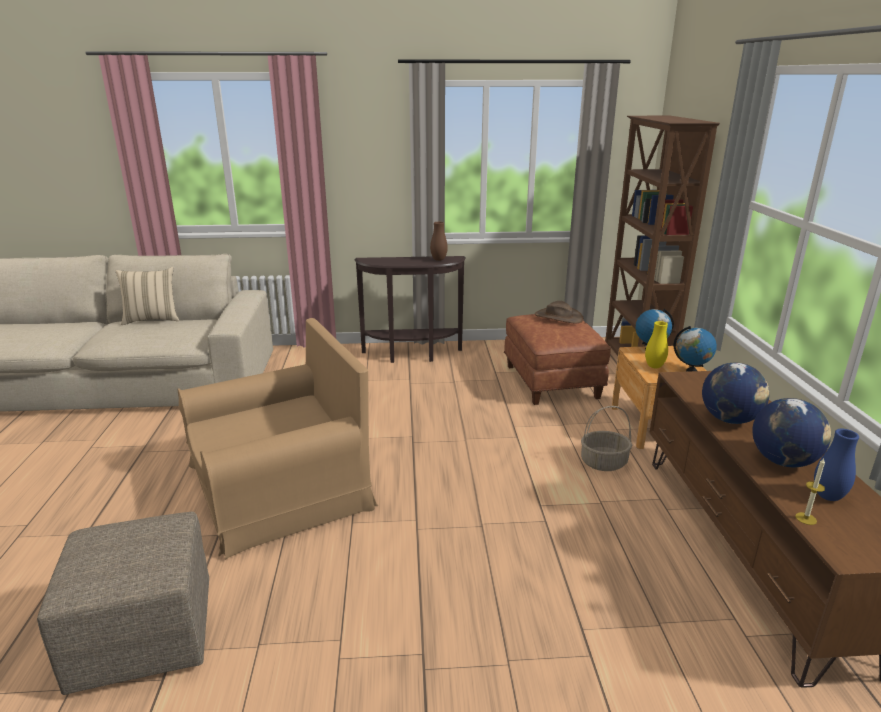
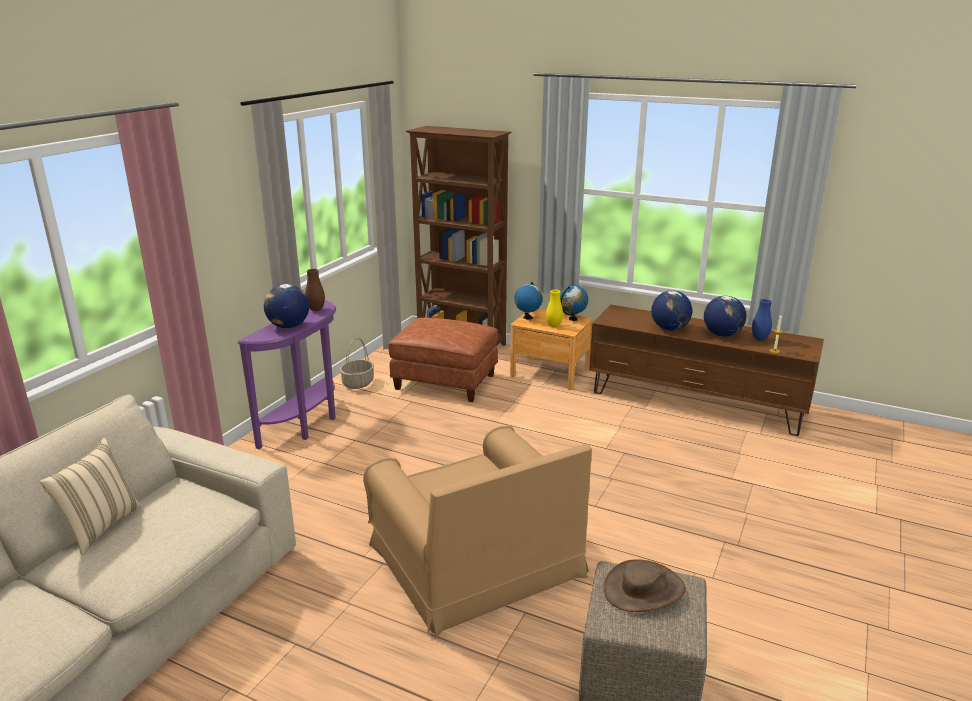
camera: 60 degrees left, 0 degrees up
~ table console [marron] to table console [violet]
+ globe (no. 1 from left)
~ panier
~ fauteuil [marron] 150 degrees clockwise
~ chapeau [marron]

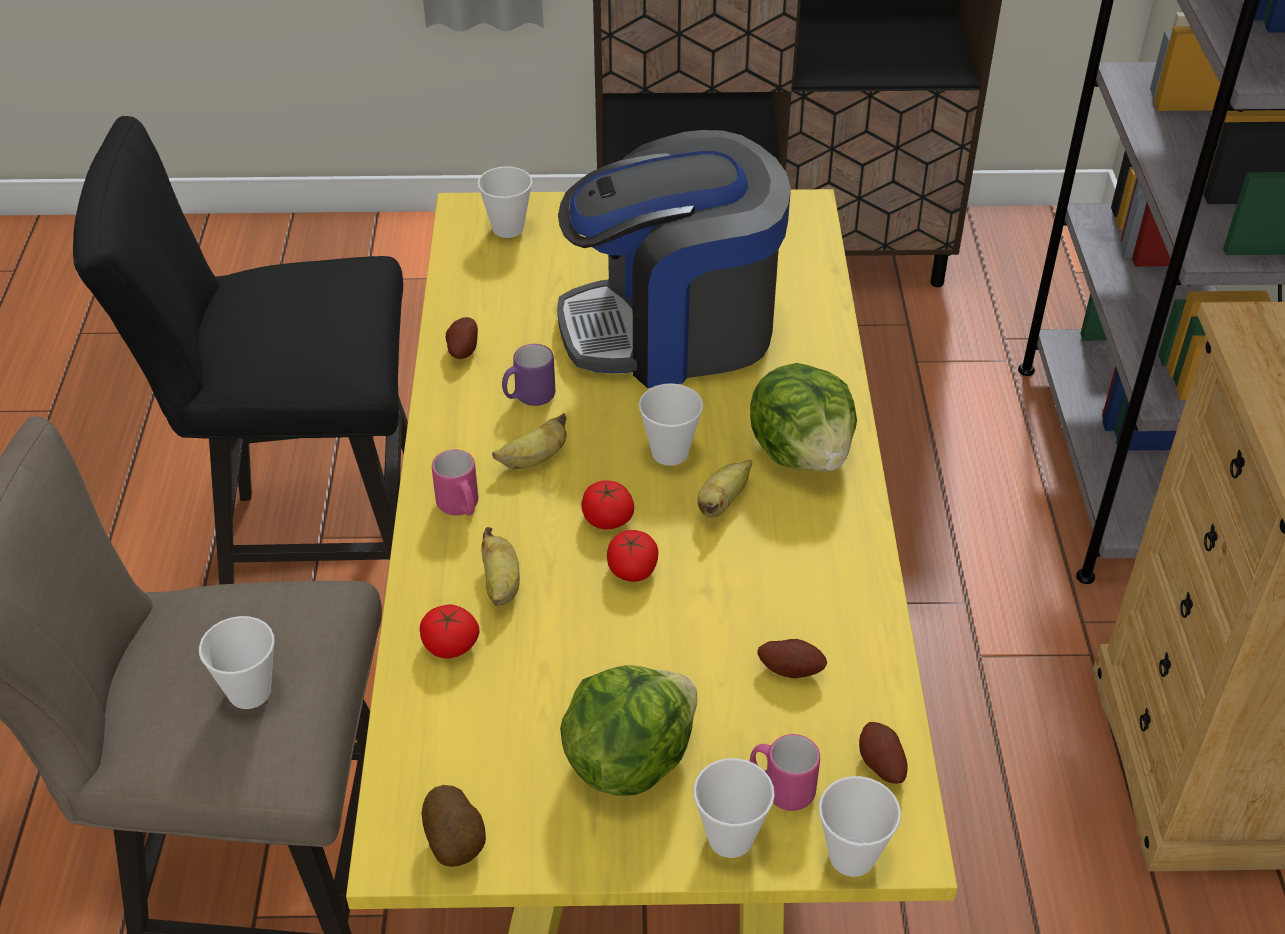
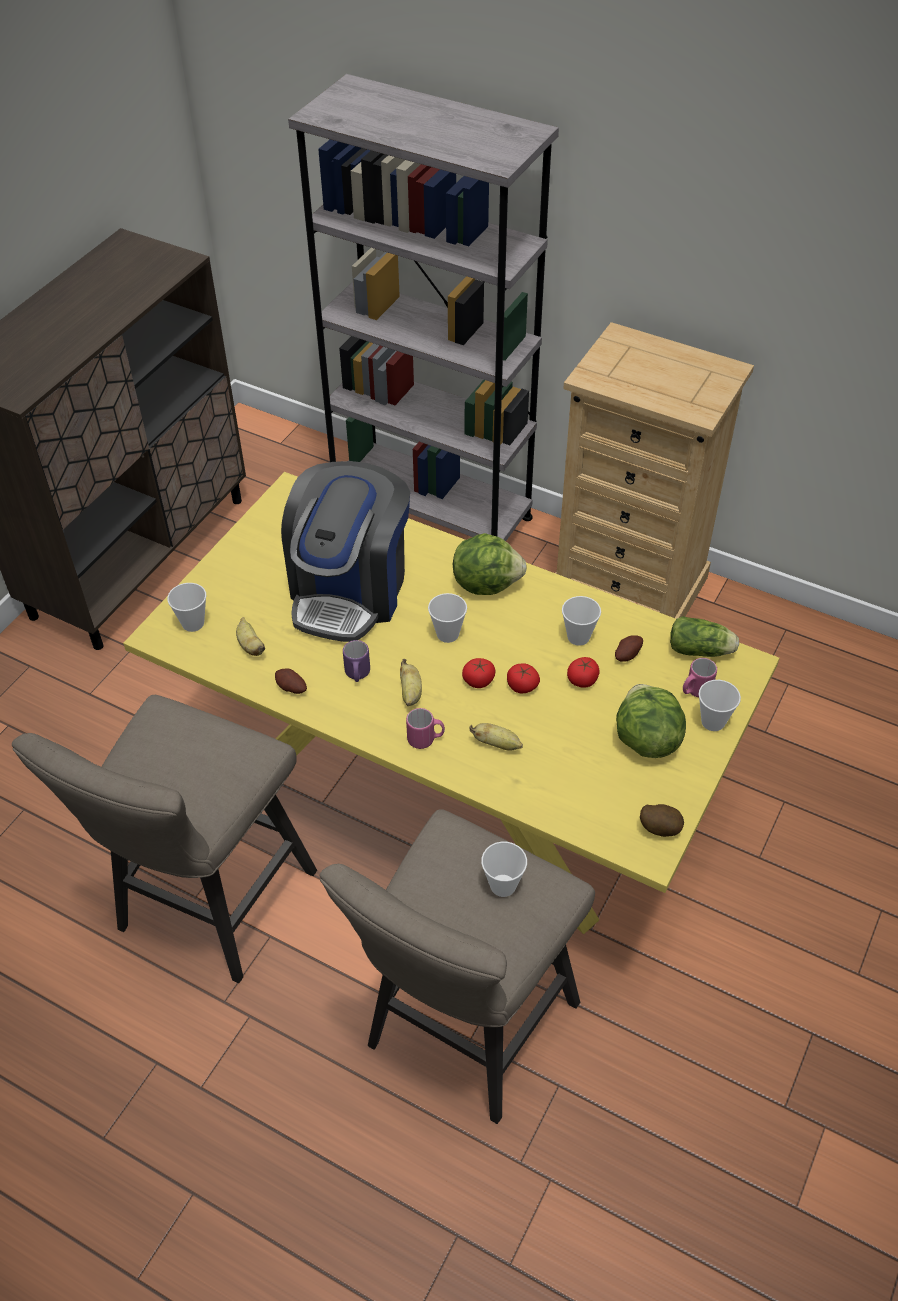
camera: 60 degrees left, 5 degrees up
~ tabouret [noir] to tabouret [beige] (no. 1 from left)
~ banane (no. 3 from left in the first image) to banane (no. 1 from left)
~ tasse (no. 5 from left in the first image) to tasse (no. 4 from left)
~ tomate (no. 1 from left in the first image) to tomate (no. 3 from left)
~ pomme de terre (no. 4 from left) to laitue (no. 3 from left)

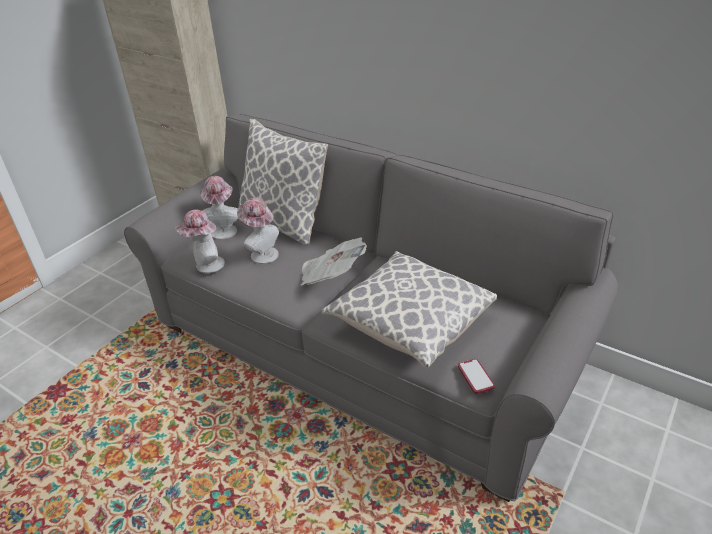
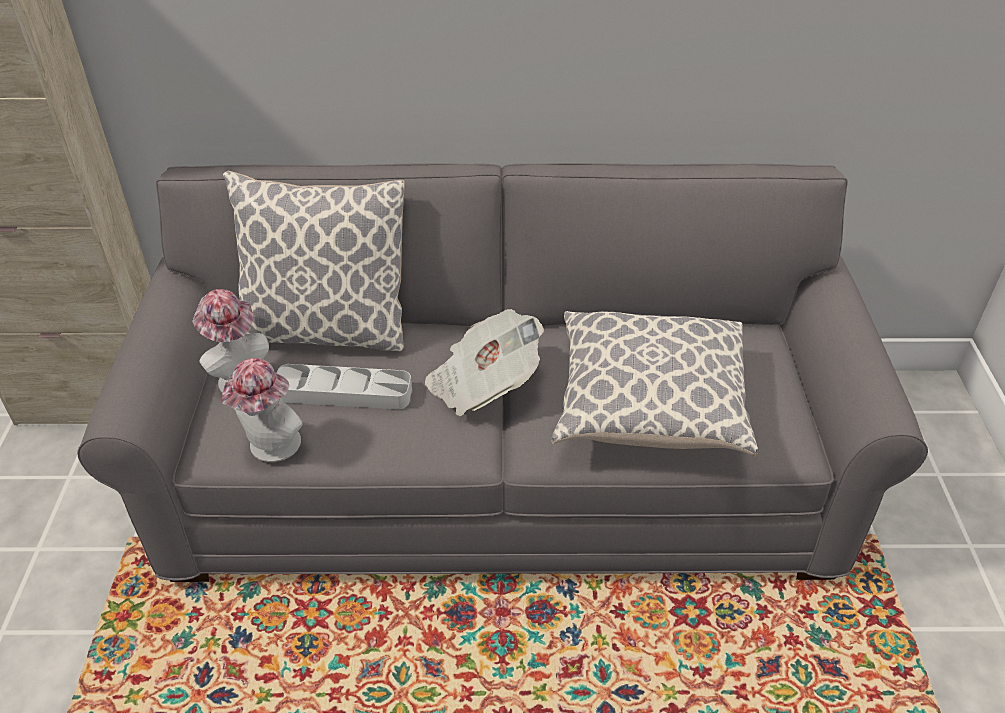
camera: 35 degrees left, 5 degrees up
~ chapeau (no. 3 from left) to plateau [gris]
- téléphone

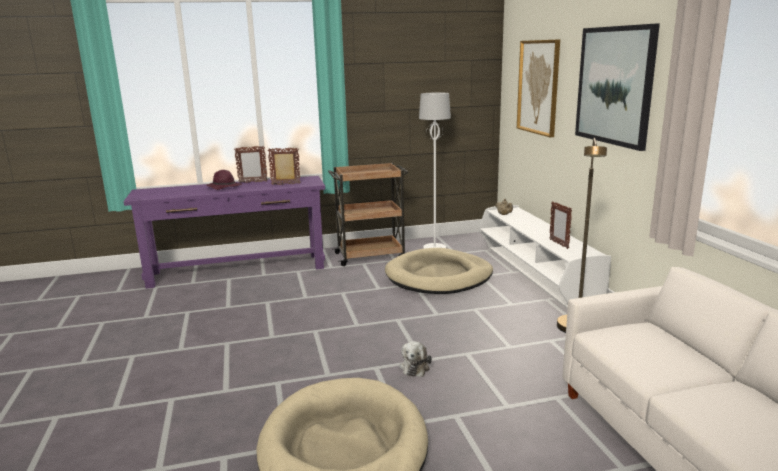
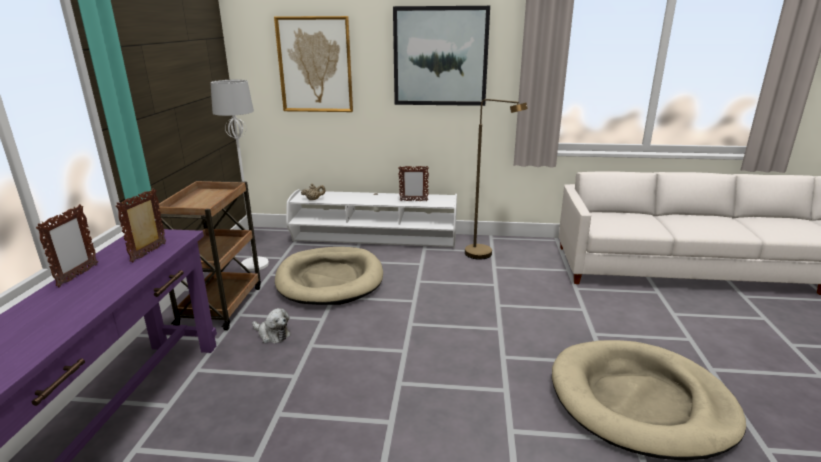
camera: 70 degrees left, 5 degrees up
~ peluche
- chapeau [violet]

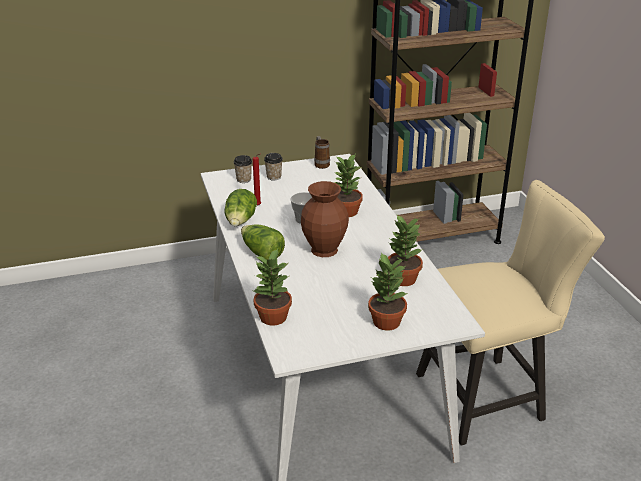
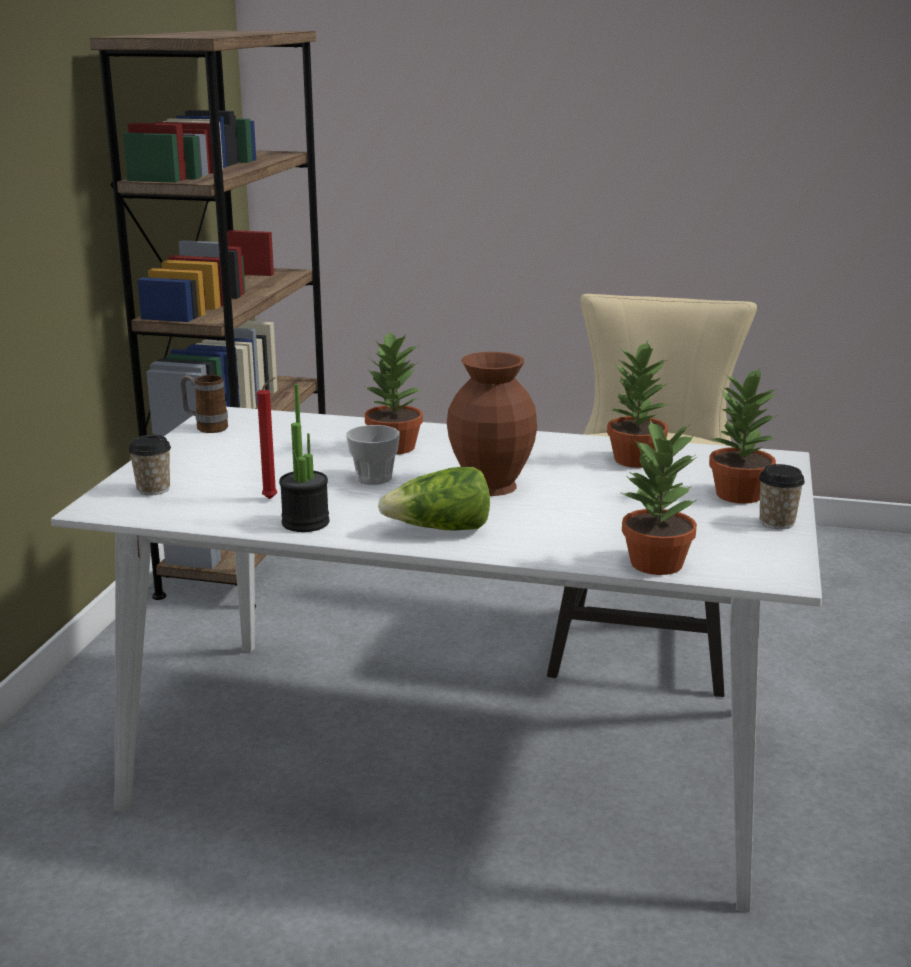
camera: 60 degrees left, 10 degrees down
~ laitue (no. 1 from left) to plante en pot (no. 1 from left)
~ tasse (no. 2 from left in the first image) to tasse (no. 3 from left)

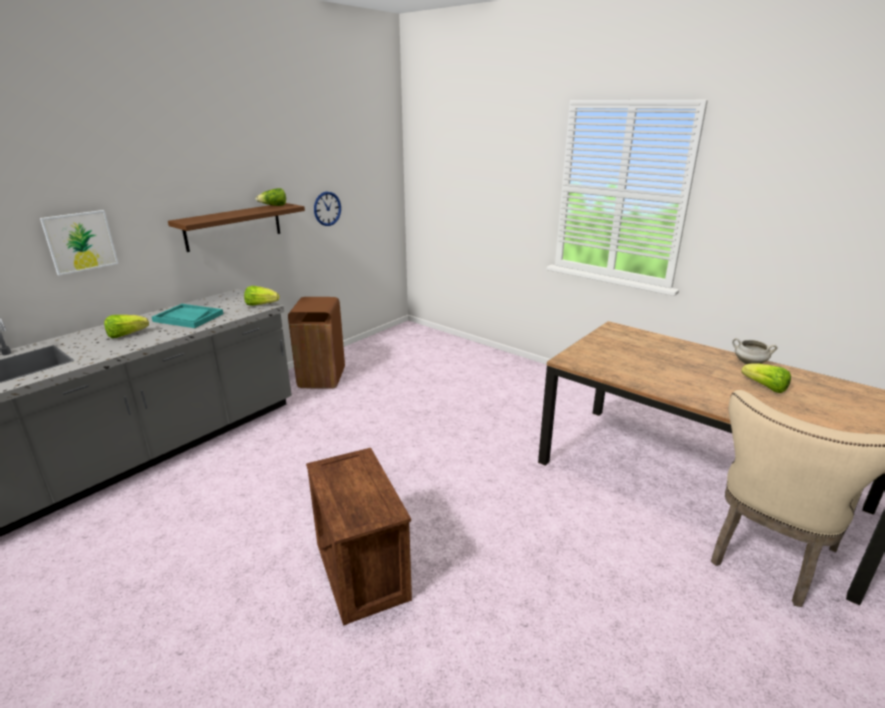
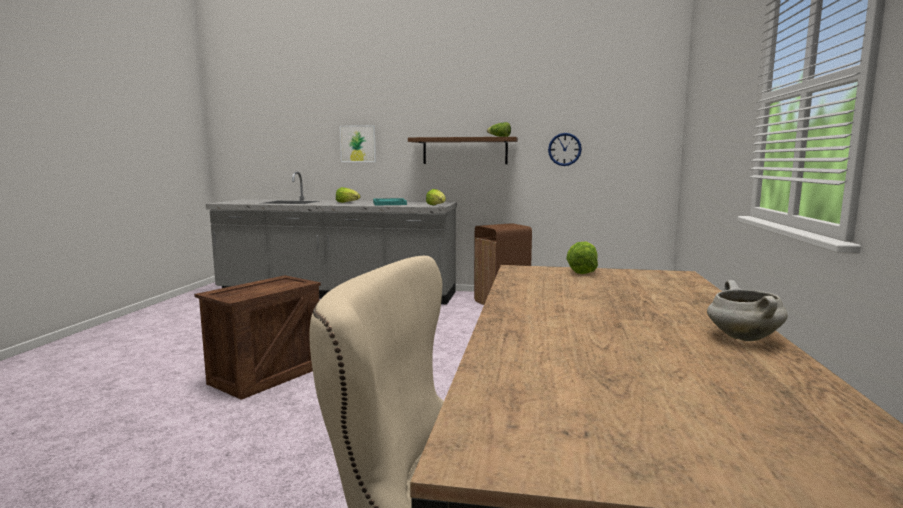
camera: 60 degrees right, 15 degrees down
~ laitue (no. 4 from left)

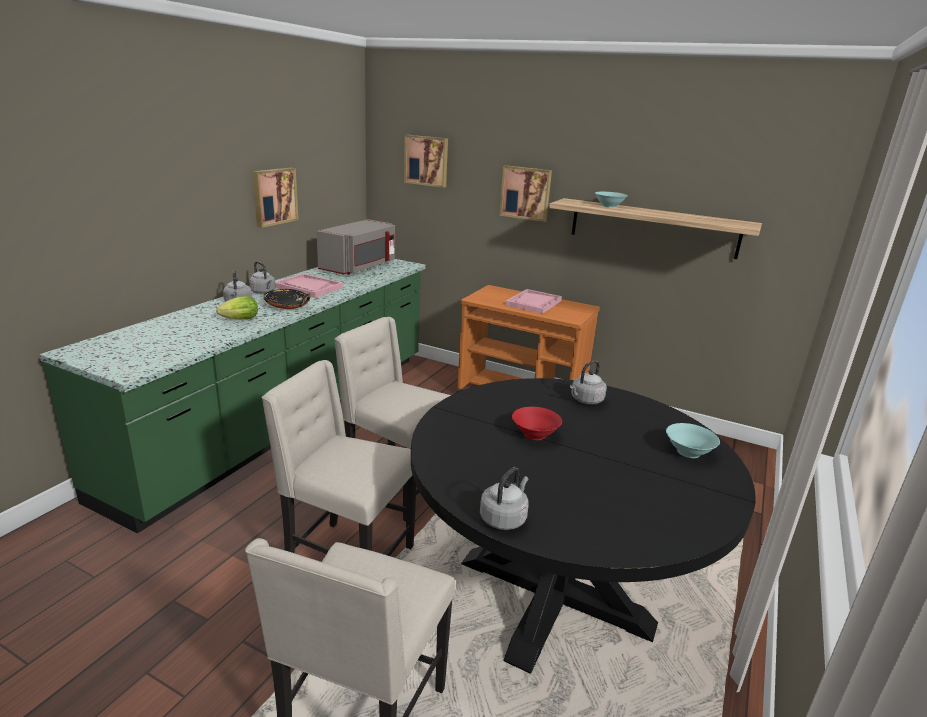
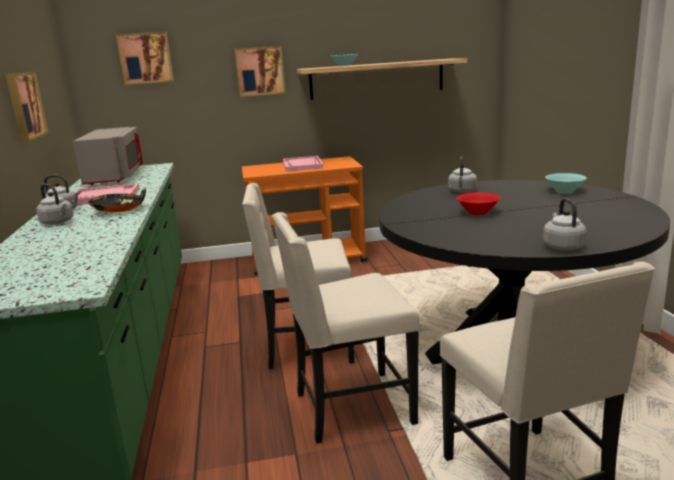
camera: 35 degrees left, 5 degrees down
- laitue

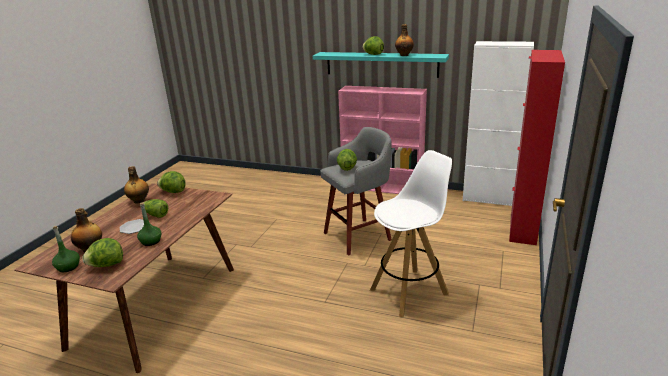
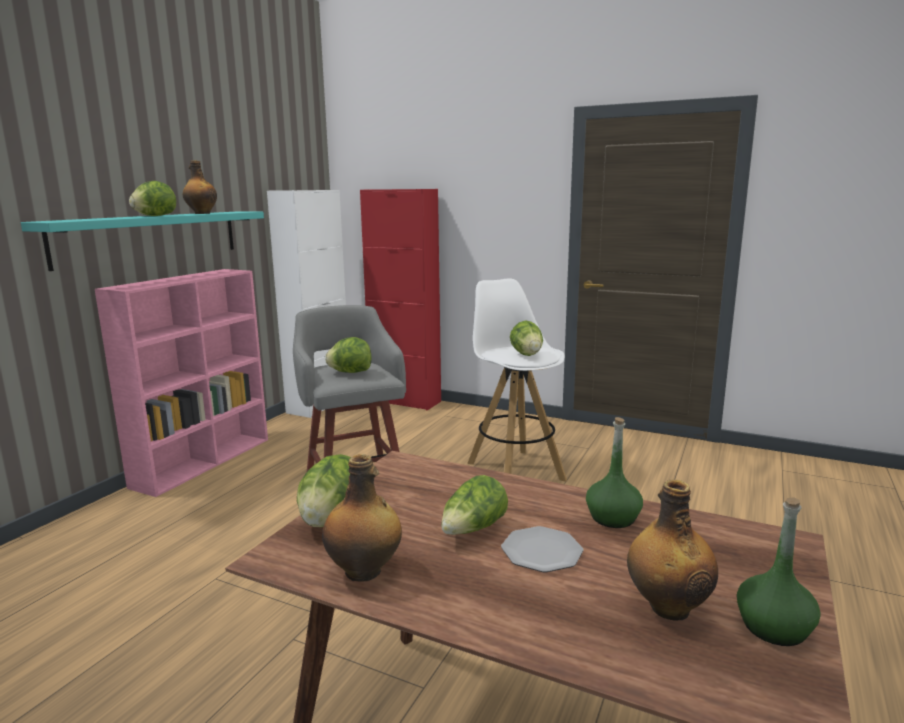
camera: 85 degrees left, 10 degrees down
~ laitue (no. 1 from left in the first image) to laitue (no. 5 from left)

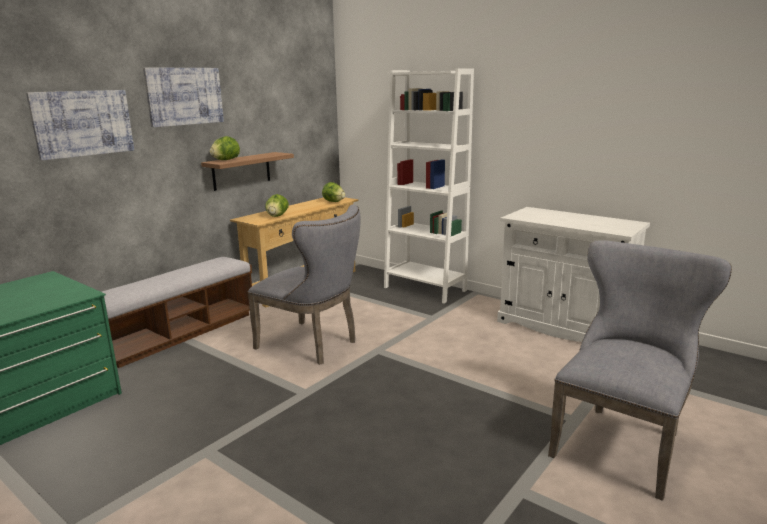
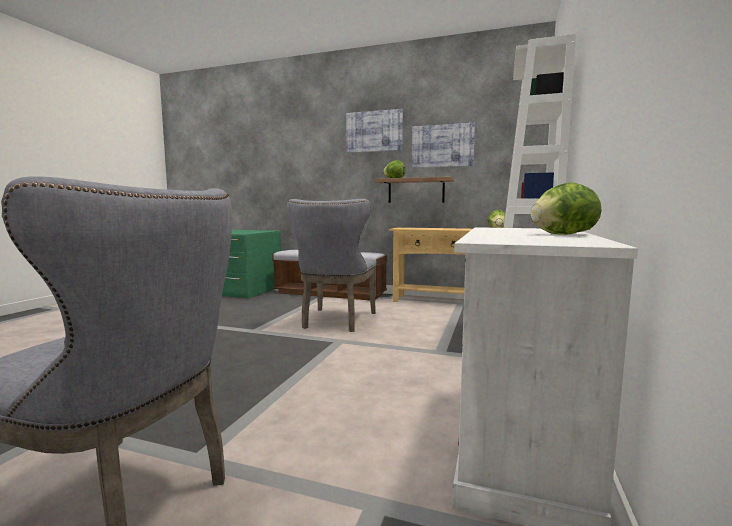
camera: 70 degrees right, 10 degrees down
~ tableau (no. 1 from left in the first image) to tableau (no. 2 from left)
~ laitue (no. 2 from left in the first image) to laitue (no. 3 from left)

